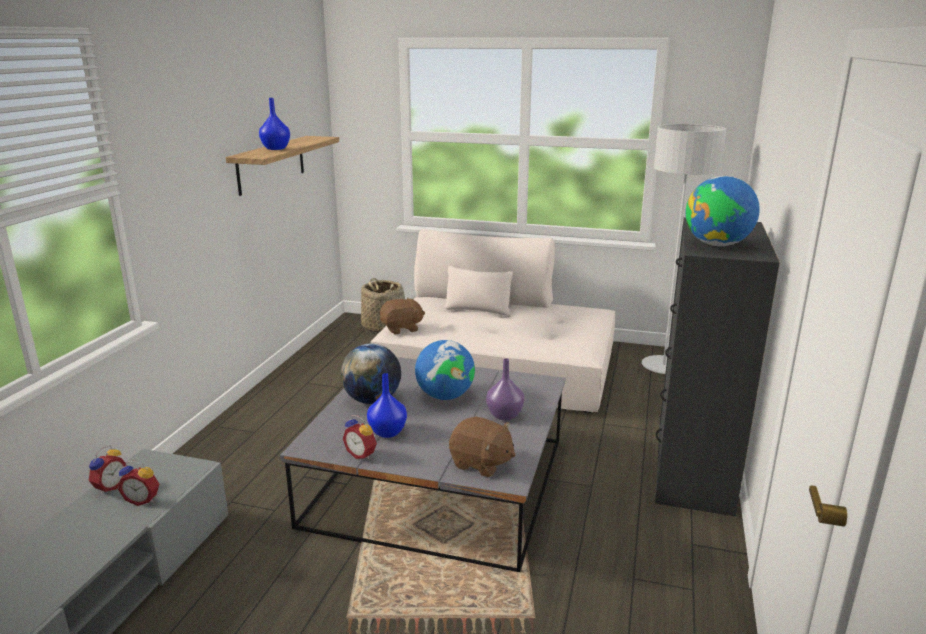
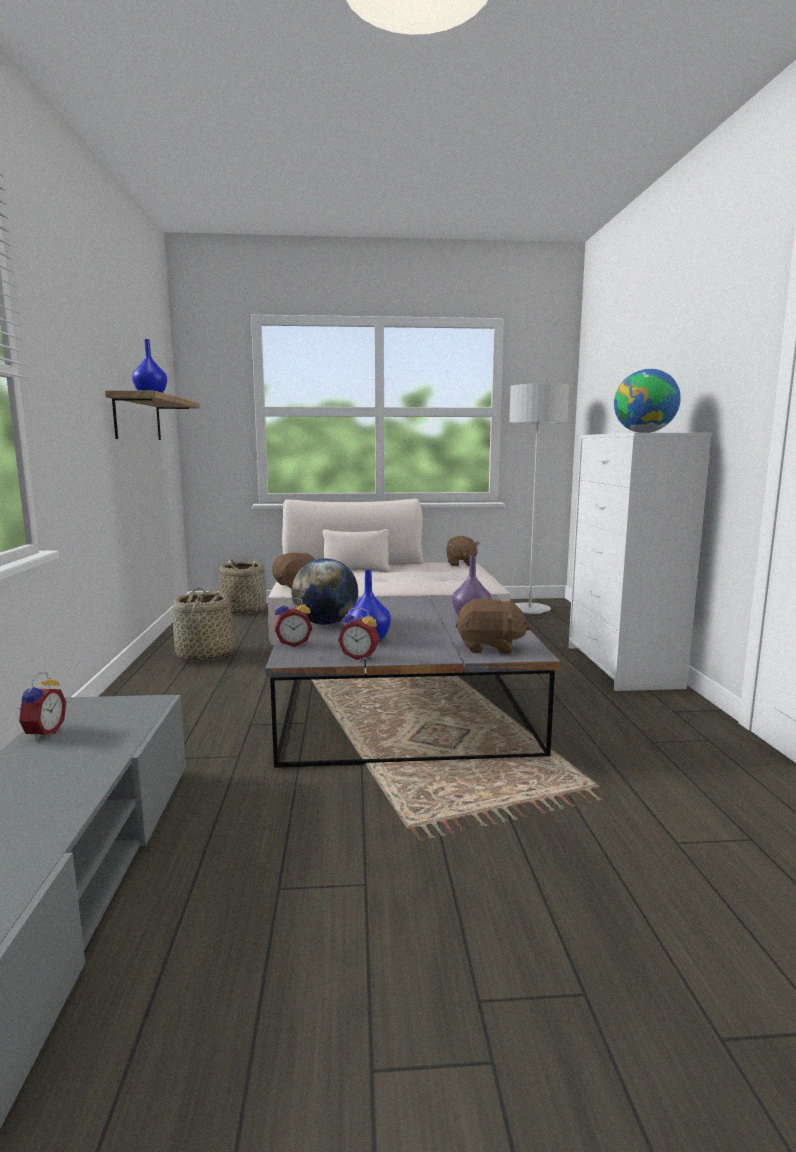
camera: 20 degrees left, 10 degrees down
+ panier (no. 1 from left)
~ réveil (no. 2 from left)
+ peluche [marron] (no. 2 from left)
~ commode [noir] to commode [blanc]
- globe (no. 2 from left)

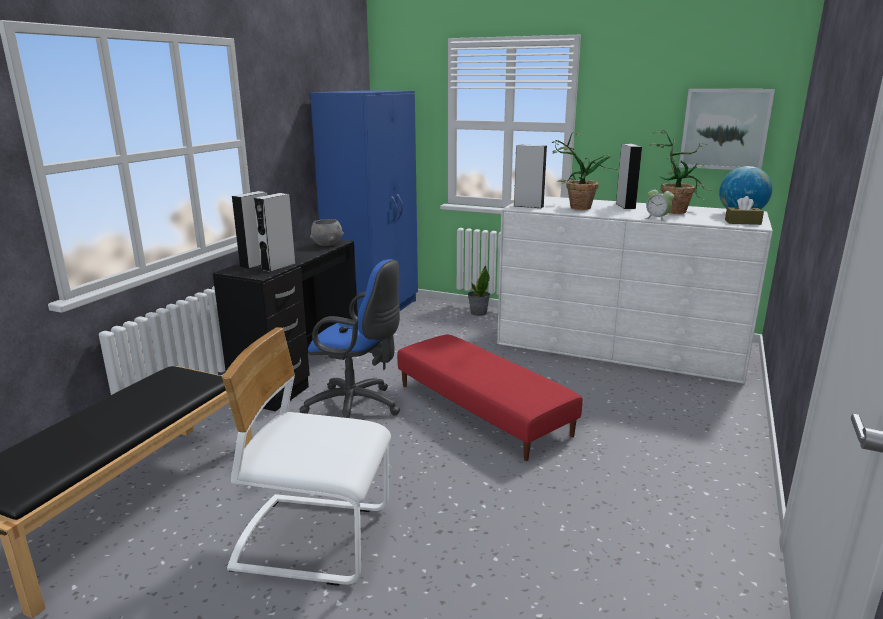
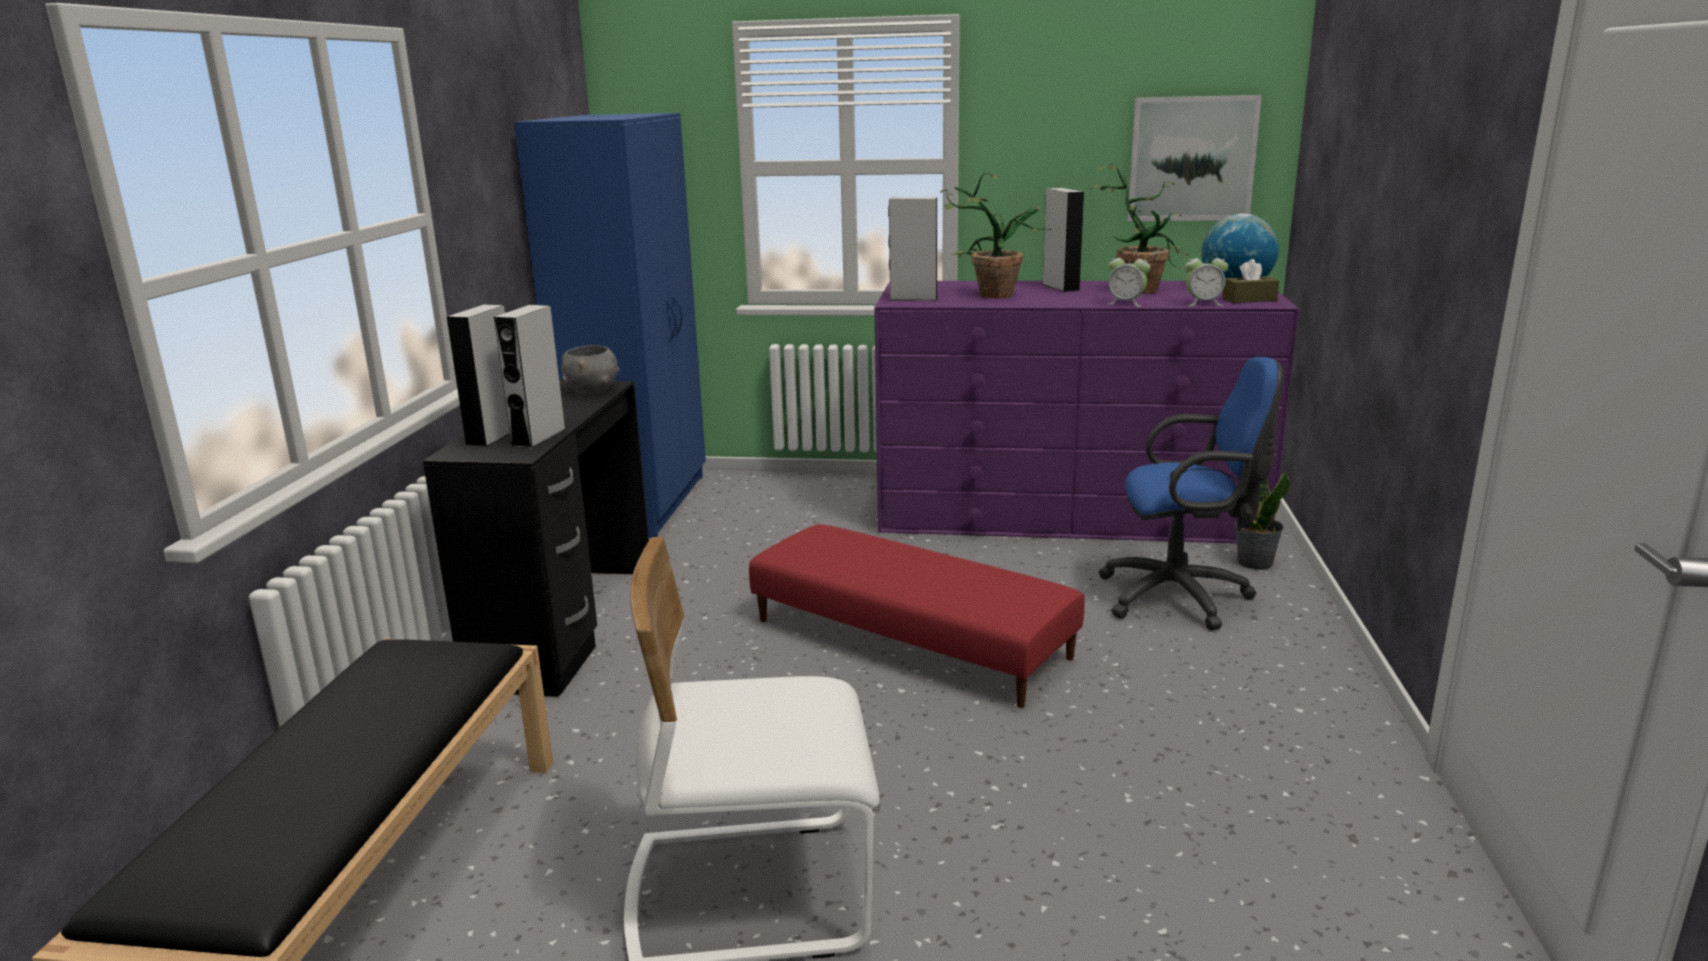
camera: 15 degrees left, 0 degrees up
~ commode [blanc] to commode [violet]
~ chaise de bureau [bleu]
+ réveil (no. 2 from left)
~ plante en pot (no. 1 from left in the first image) to plante en pot (no. 3 from left)

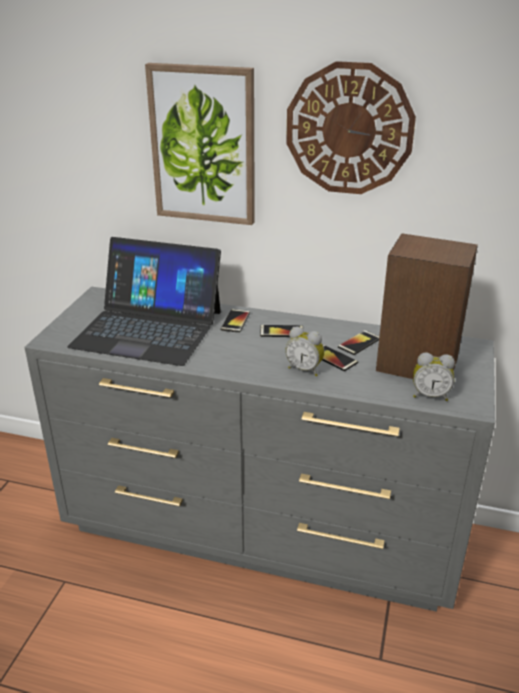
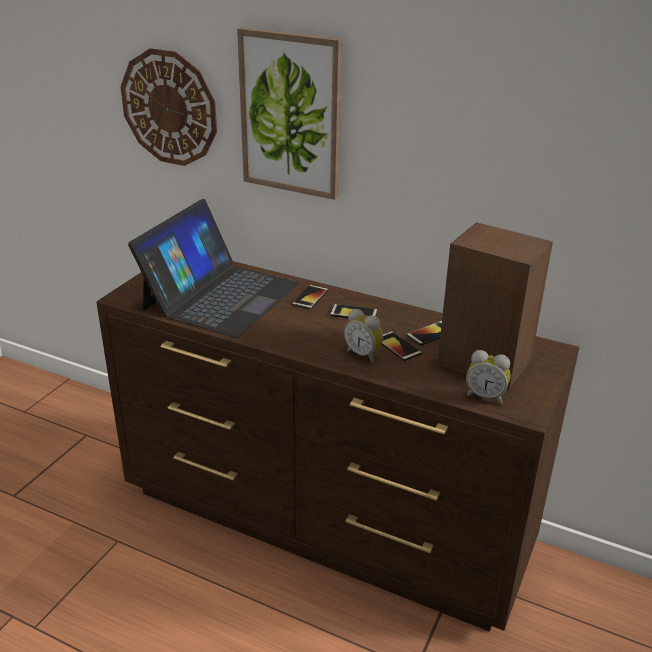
camera: 10 degrees right, 0 degrees up
~ commode [gris] to commode [marron]
~ horloge murale
~ ordinateur portable 90 degrees counterclockwise

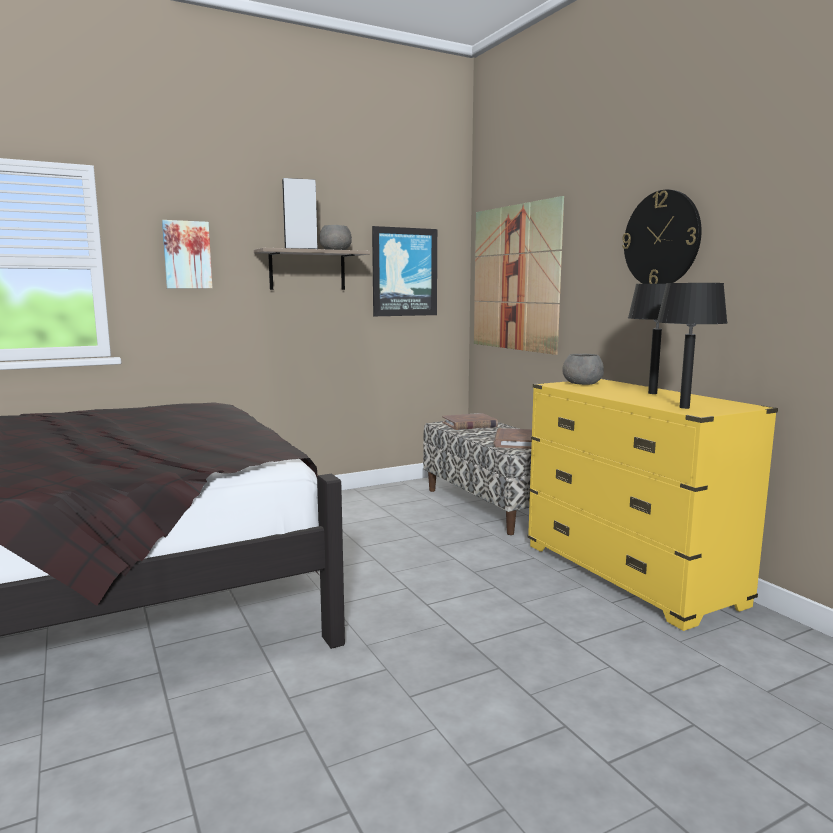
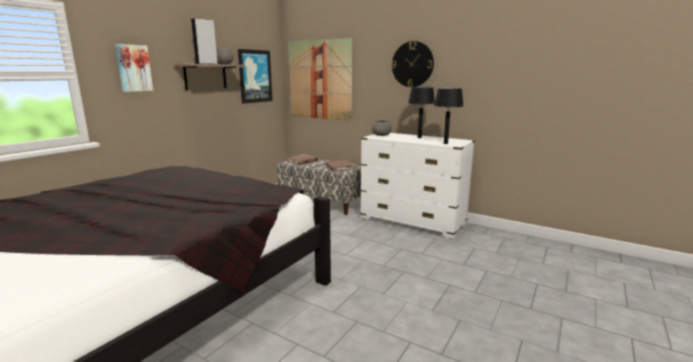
camera: 30 degrees left, 5 degrees up
~ commode [jaune] to commode [blanc]

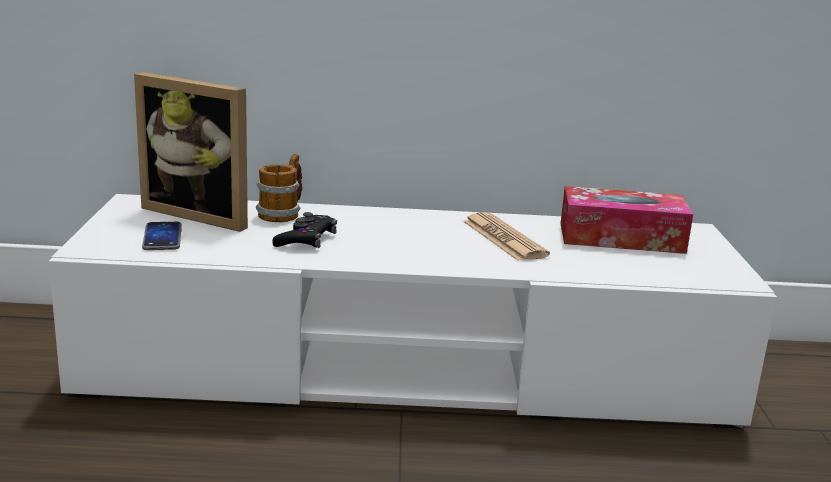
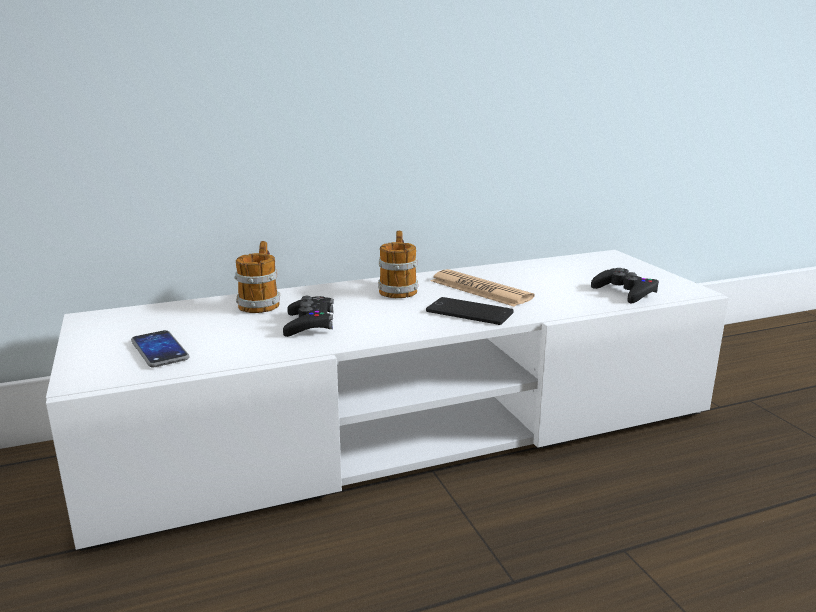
camera: 20 degrees left, 0 degrees up
+ mug (no. 2 from left)
+ téléphone (no. 2 from left)
+ manette [noir] (no. 2 from left)
- cadre photo
- boîte à mouchoirs

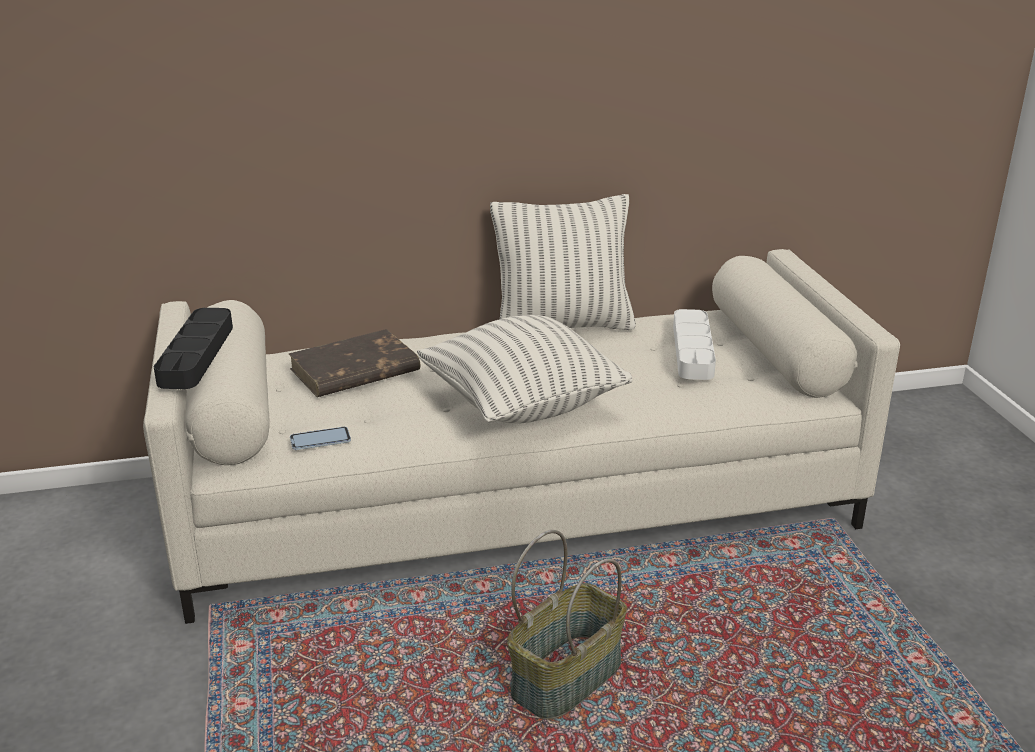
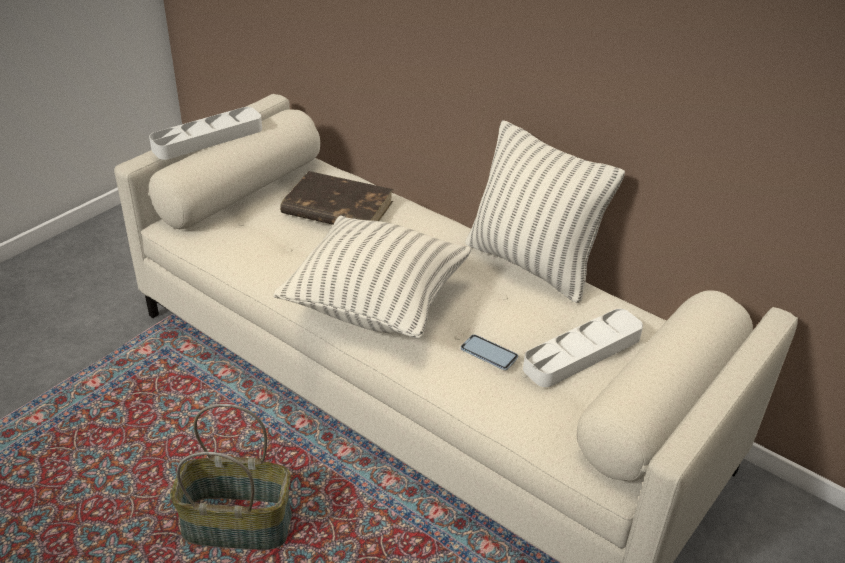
camera: 50 degrees right, 10 degrees up
~ plateau [noir] to plateau [blanc] (no. 1 from left)
~ téléphone

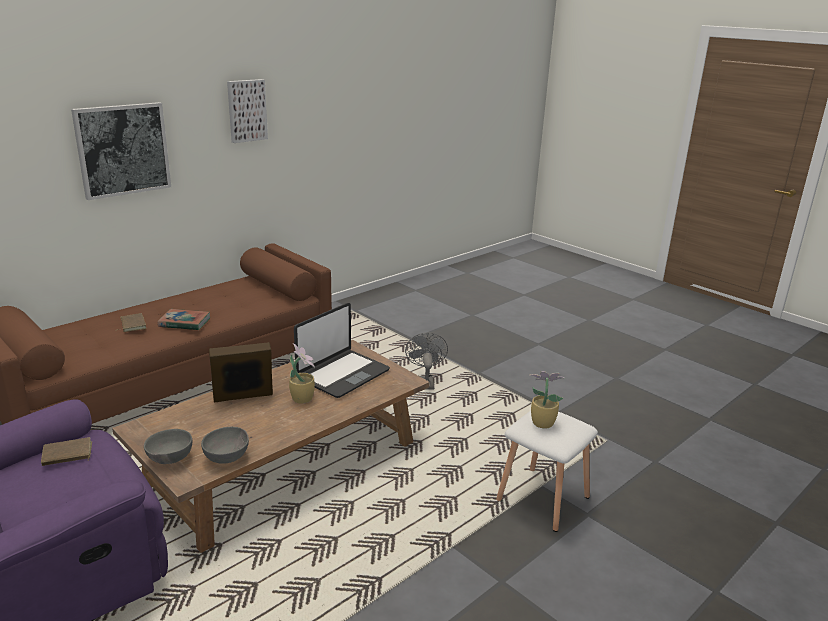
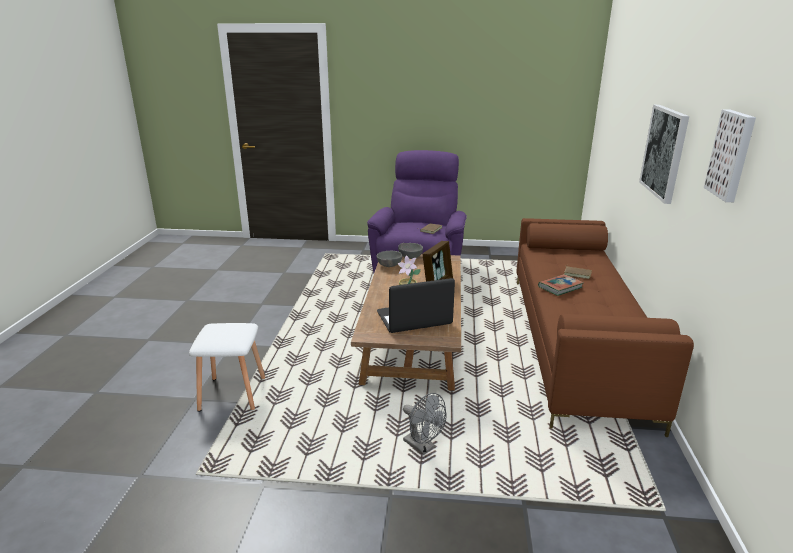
camera: 140 degrees right, 0 degrees up
~ ordinateur portable 75 degrees clockwise
- plante en pot (no. 2 from left)

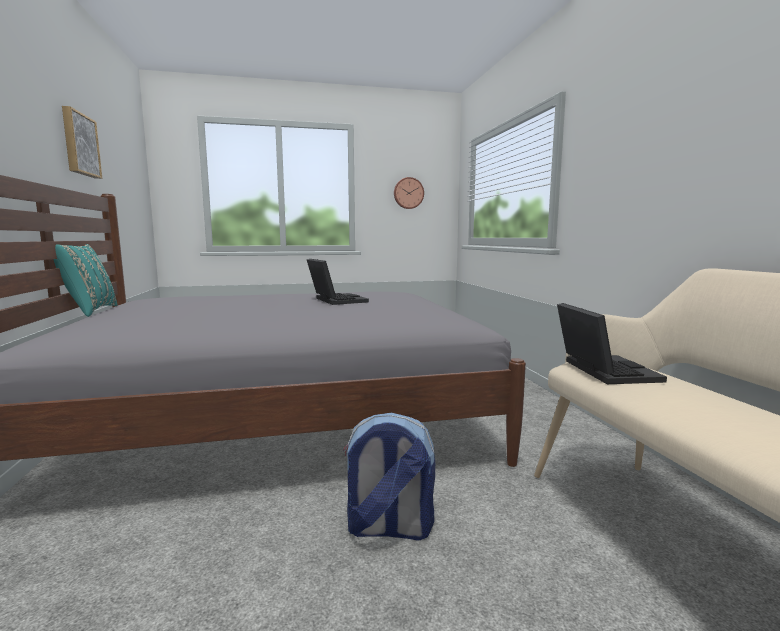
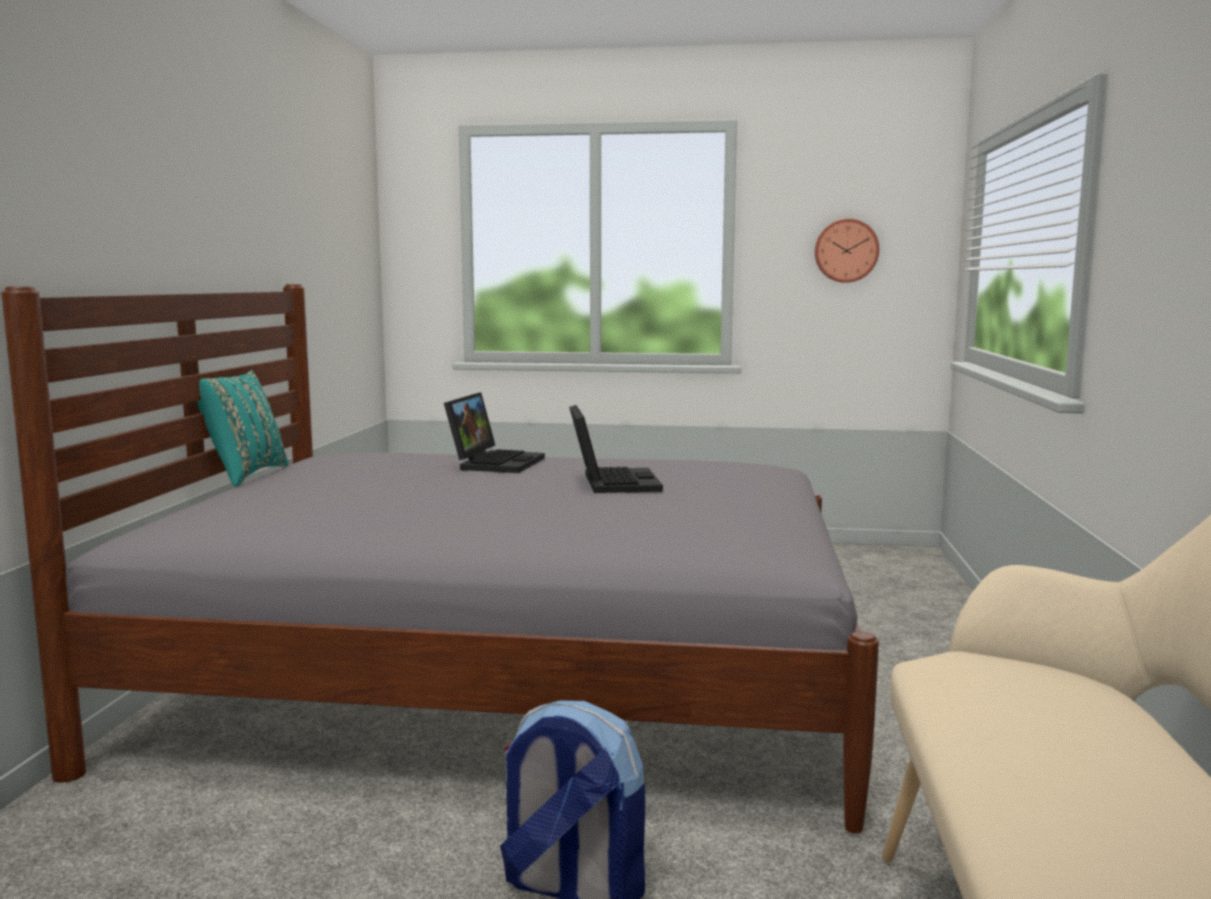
camera: 20 degrees right, 0 degrees up
~ ordinateur portable (no. 2 from left in the first image) to ordinateur portable (no. 1 from left)
- tableau

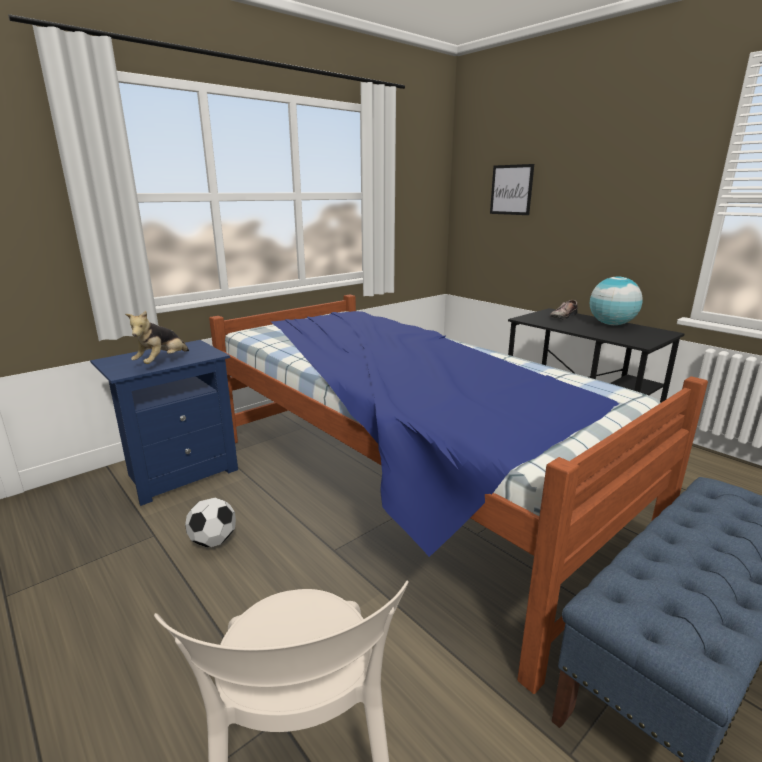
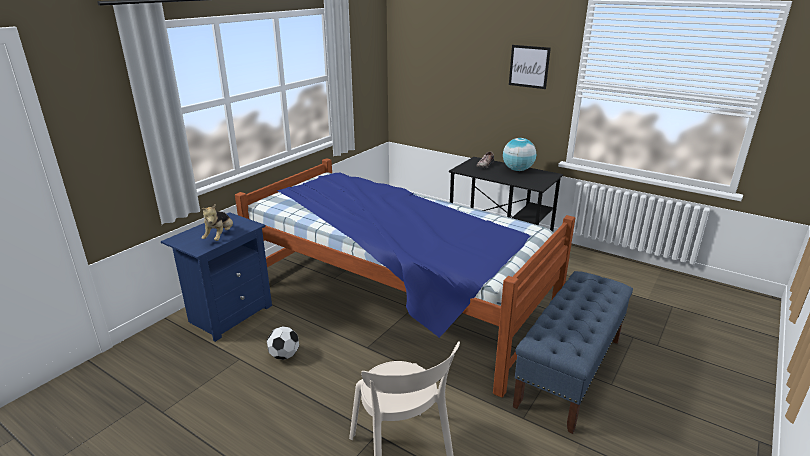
camera: 15 degrees left, 5 degrees up
~ tableau

